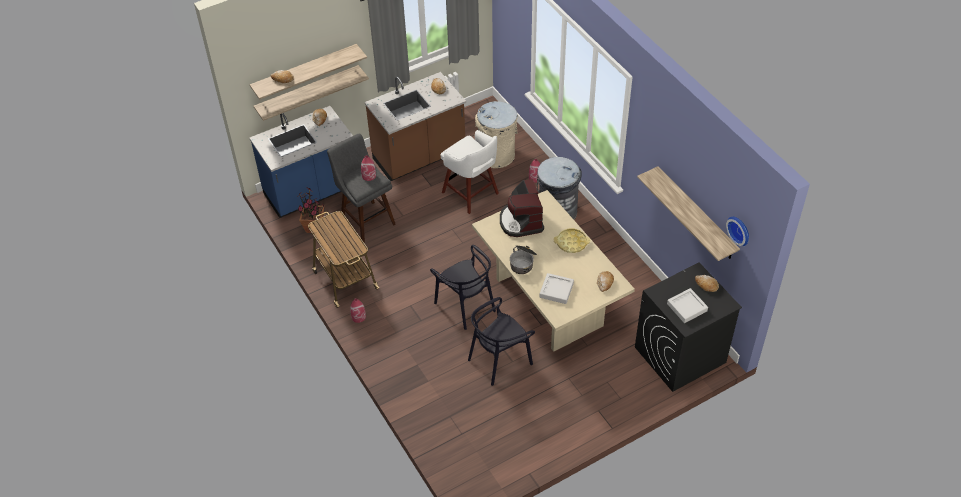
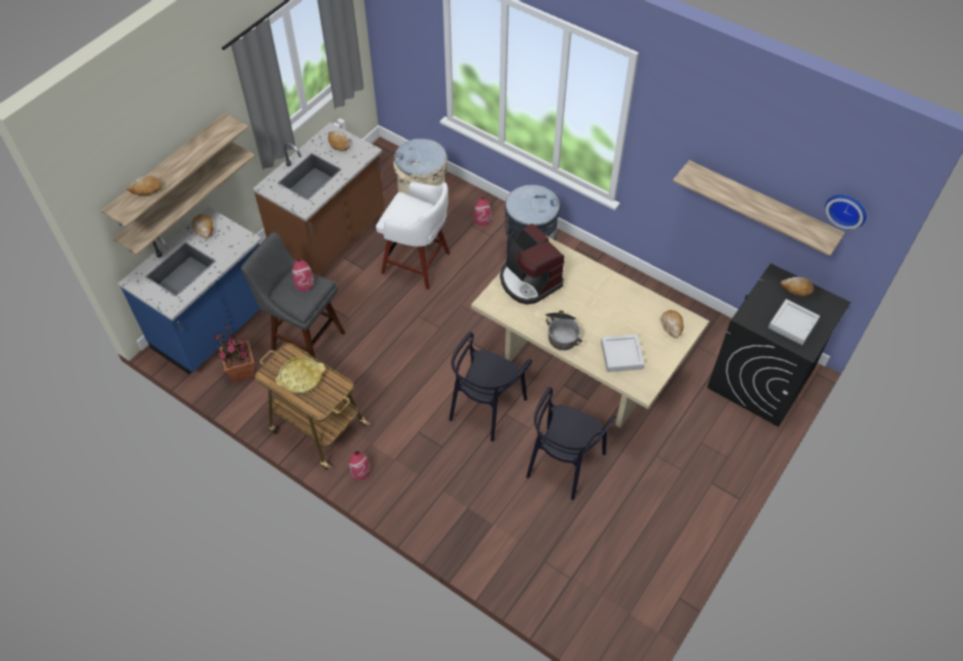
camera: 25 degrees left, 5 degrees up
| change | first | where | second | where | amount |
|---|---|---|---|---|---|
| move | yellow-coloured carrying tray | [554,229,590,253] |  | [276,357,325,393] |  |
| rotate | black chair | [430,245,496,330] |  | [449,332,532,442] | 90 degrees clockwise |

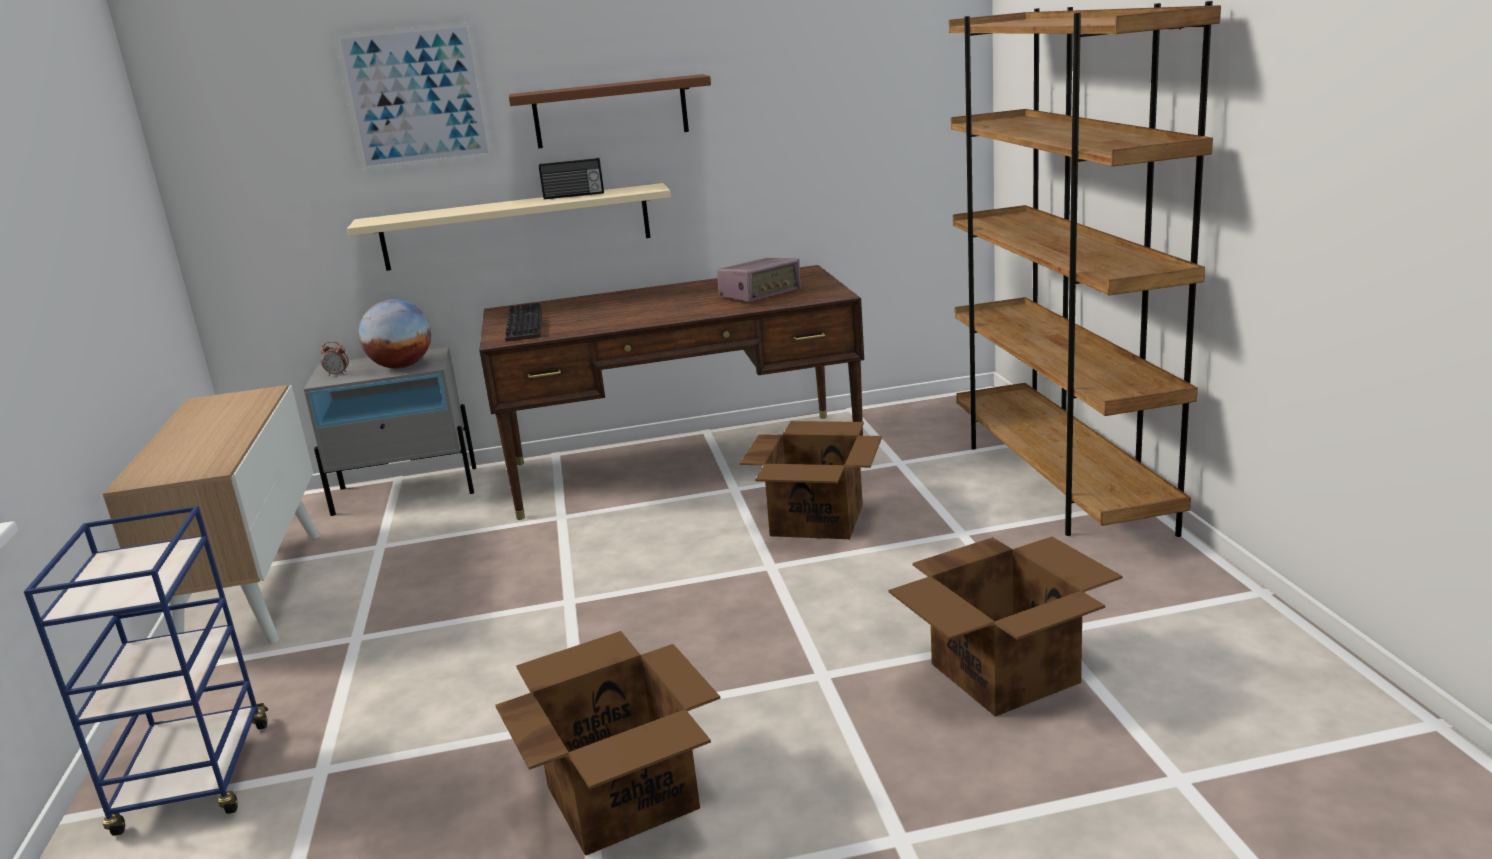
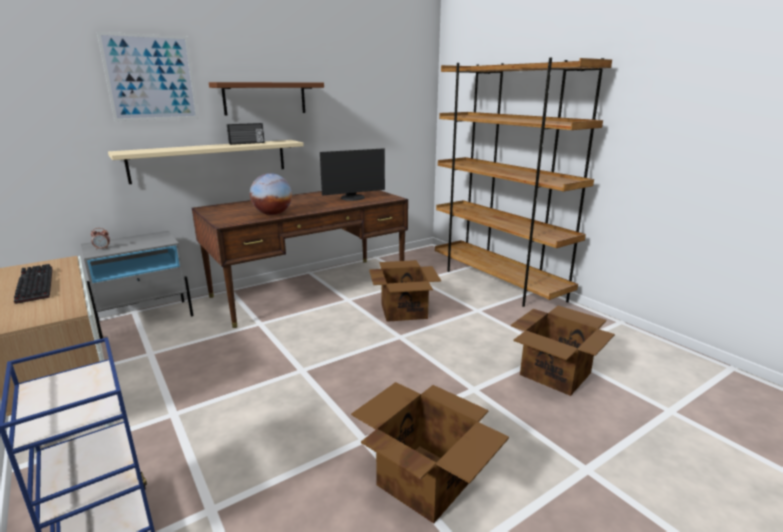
camera: 25 degrees left, 0 degrees up
| change | first | where | second | where | amount |
|---|---|---|---|---|---|
| move | PC keyboard | [505,303,542,342] |  | [14,264,53,304] |  |
| move | desk globe | [359,299,431,369] |  | [250,173,292,215] |  |
| replace | radio | [717,258,800,302] | computer screen | [320,148,385,201] |  |

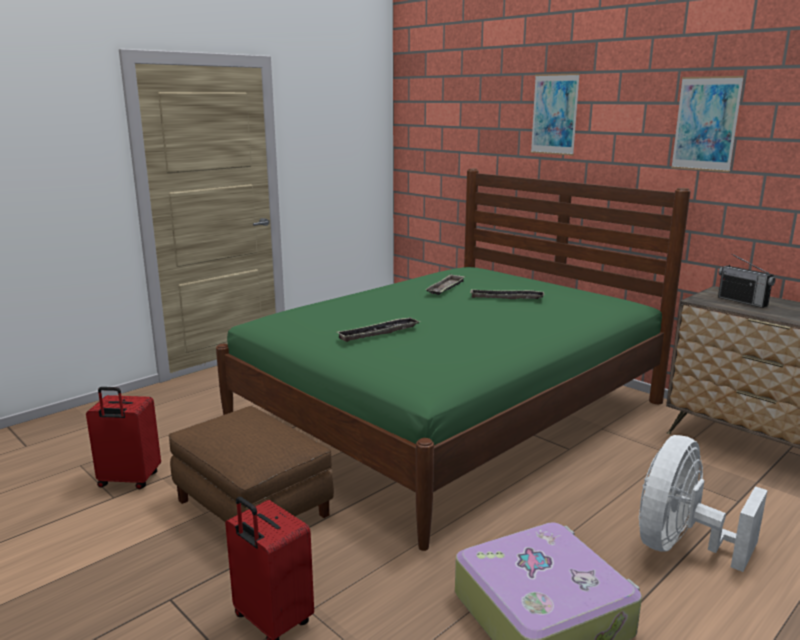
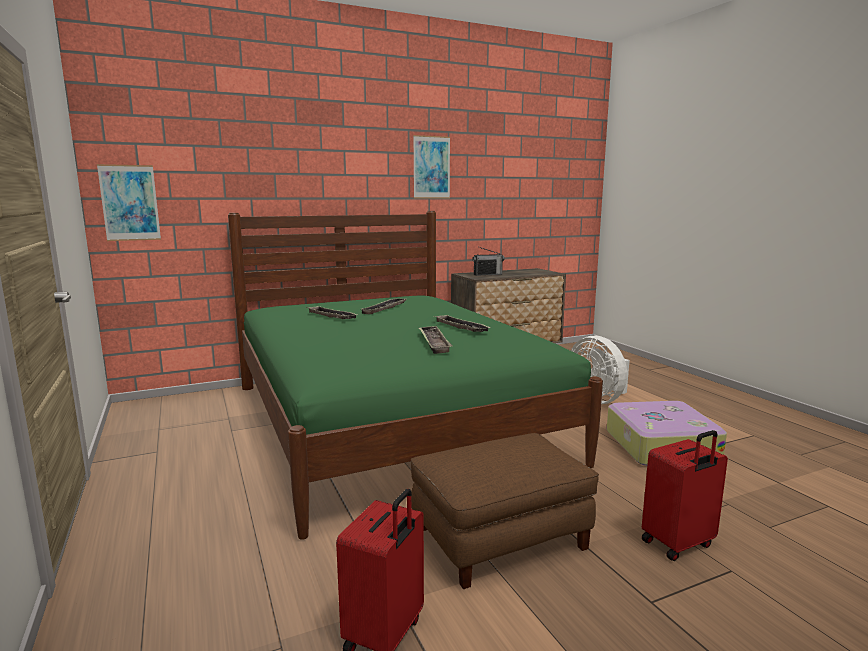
camera: 70 degrees left, 5 degrees down
| change | first | where | second | where | amount |
|---|---|---|---|---|---|
| move | picture | [531,73,580,156] |  | [97,164,161,241] |  |
| insert |  |  | carrying tray | [434,315,491,332] |  |

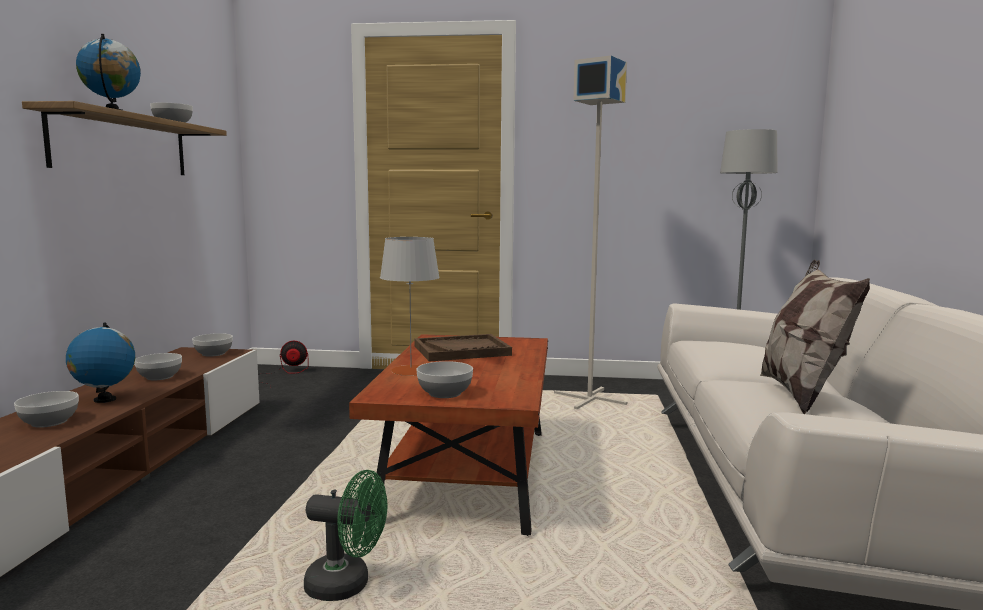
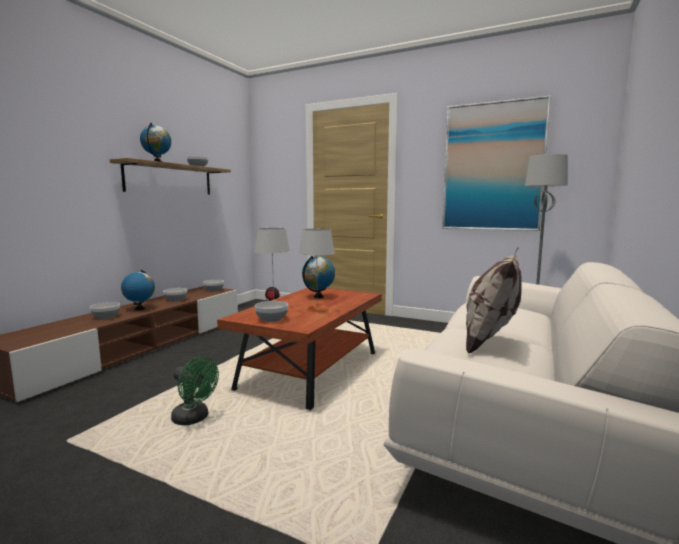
camera: 20 degrees right, 0 degrees up
| change | first | where | second | where | amount |
|---|---|---|---|---|---|
| insert |  |  | greyish tabletop lamp | [299,229,335,312] |  |
| replace | brown carrying tray | [414,334,512,362] | desk globe | [302,256,335,298] |  |
| insert |  |  | picture | [442,96,551,231] |  |
| delete | greyish standing lamp | [554,56,627,409] |  |  |  |

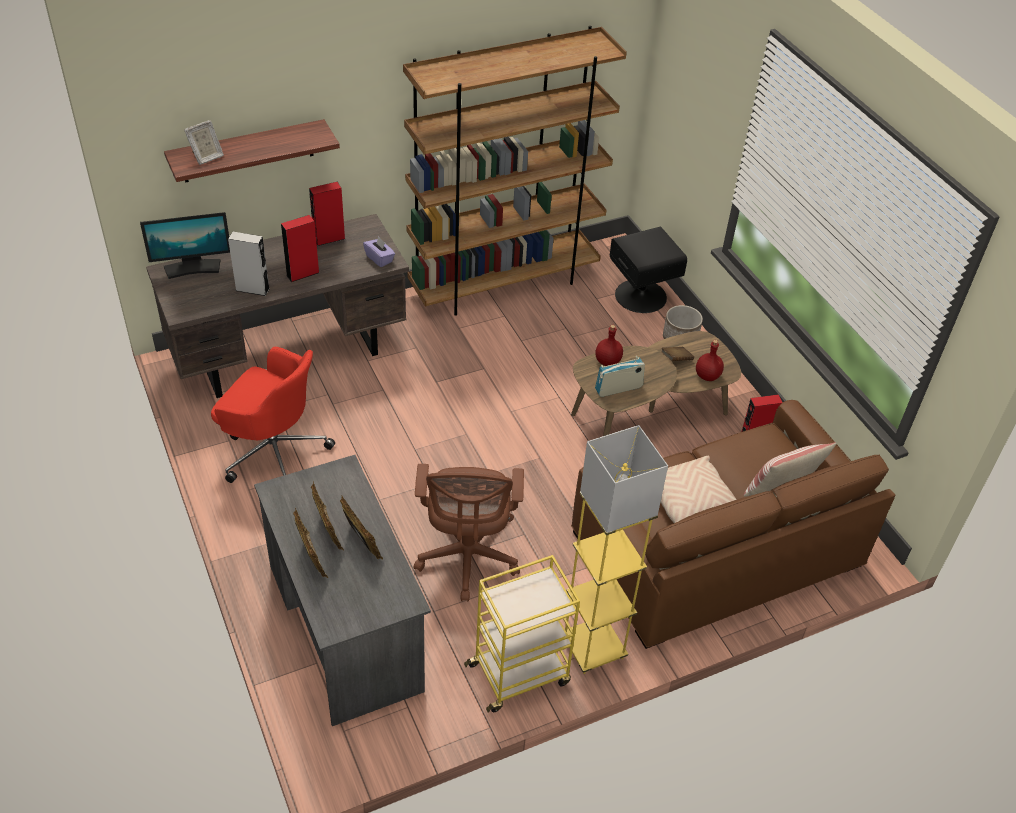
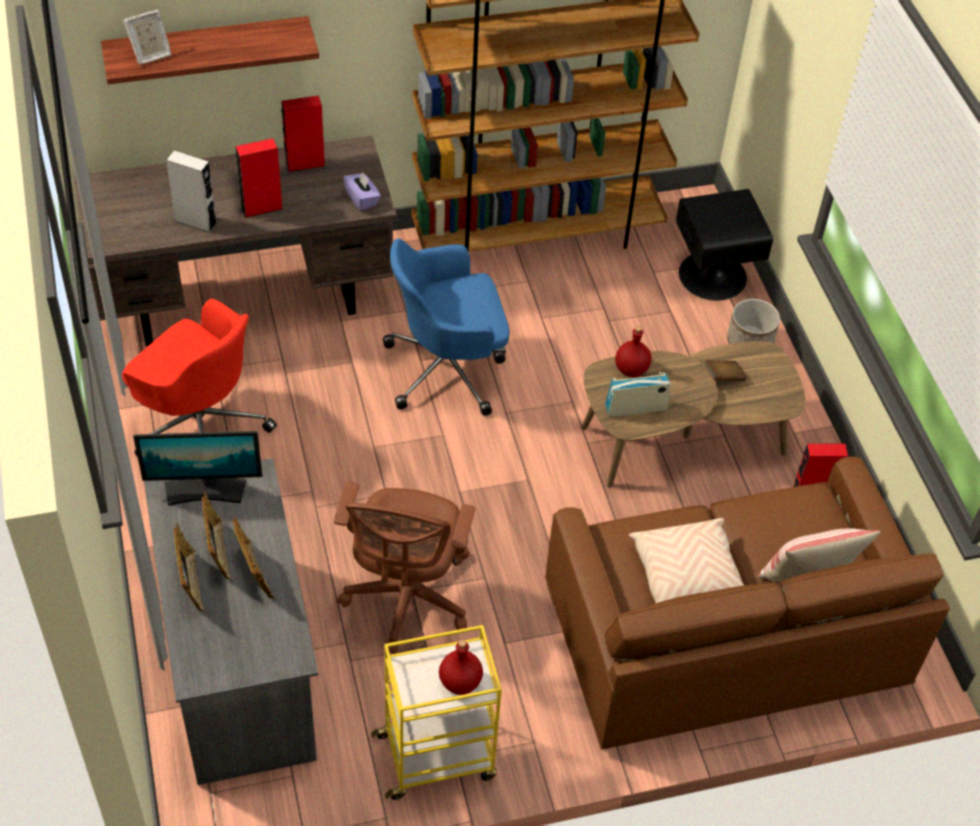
camera: 10 degrees right, 5 degrees up
| change | first | where | second | where | amount |
|---|---|---|---|---|---|
| move | computer screen | [140,212,230,279] |  | [133,431,262,506] |  |
| insert |  |  | blue office chair | [383,239,510,416] |  |
| move | reddish beverage bottle | [696,340,724,381] |  | [439,640,483,695] |  |
| delete | yellow-coloured standing lamp | [565,425,668,674] |  |  |  |

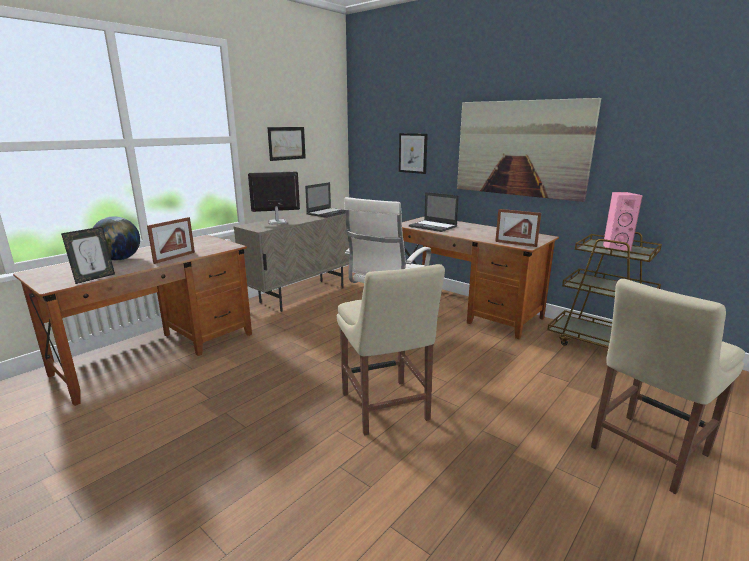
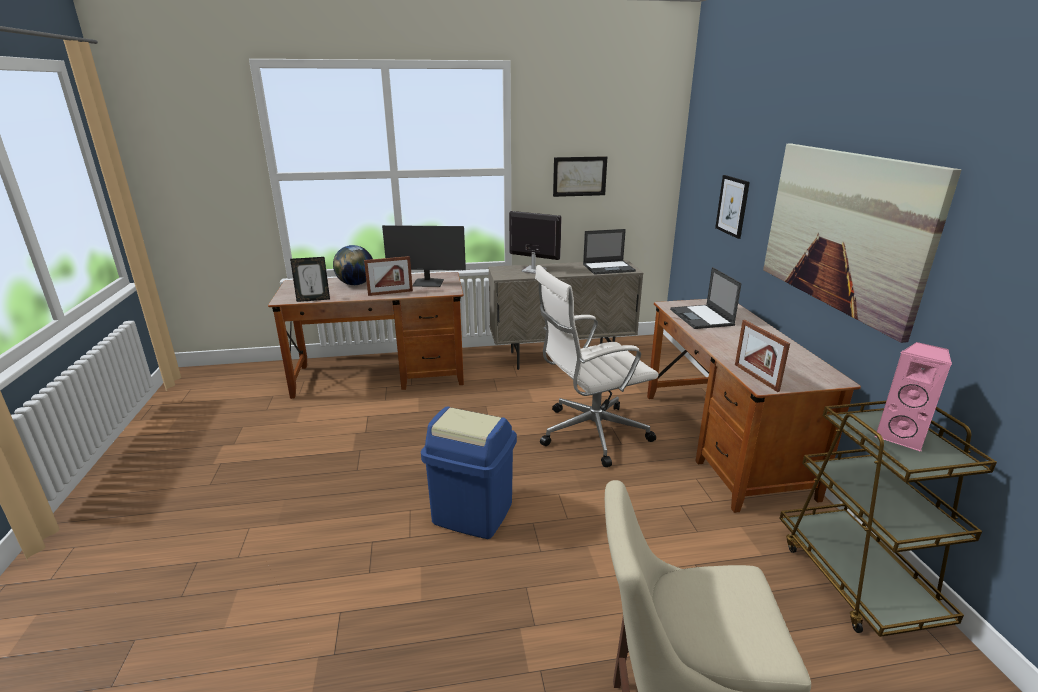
camera: 40 degrees right, 5 degrees up
| change | first | where | second | where | amount |
|---|---|---|---|---|---|
| insert |  |  | computer screen | [382,225,466,287] |  |
| replace | sand-coloured chair | [337,264,445,436] | blue trash can | [421,407,517,539] |  |

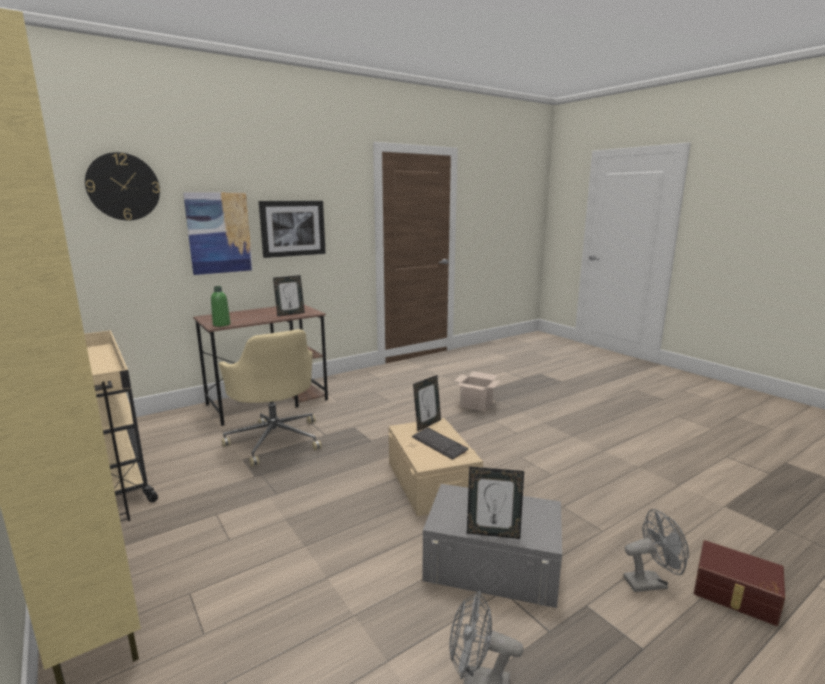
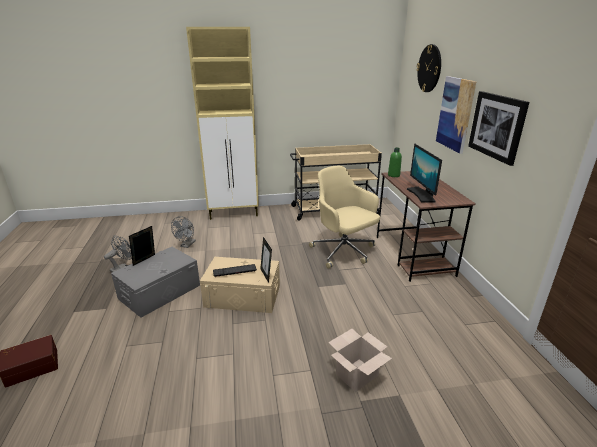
camera: 115 degrees right, 10 degrees up
| change | first | where | second | where | amount |
|---|---|---|---|---|---|
| move | greyish electric fan | [623,509,689,592] |  | [171,216,196,248] |  |
| rotate | sand-coloured office chair | [218,329,322,467] |  | [309,166,380,269] | 60 degrees clockwise |
| replace | picture frame | [273,275,305,316] | computer screen | [407,144,442,203] |  |

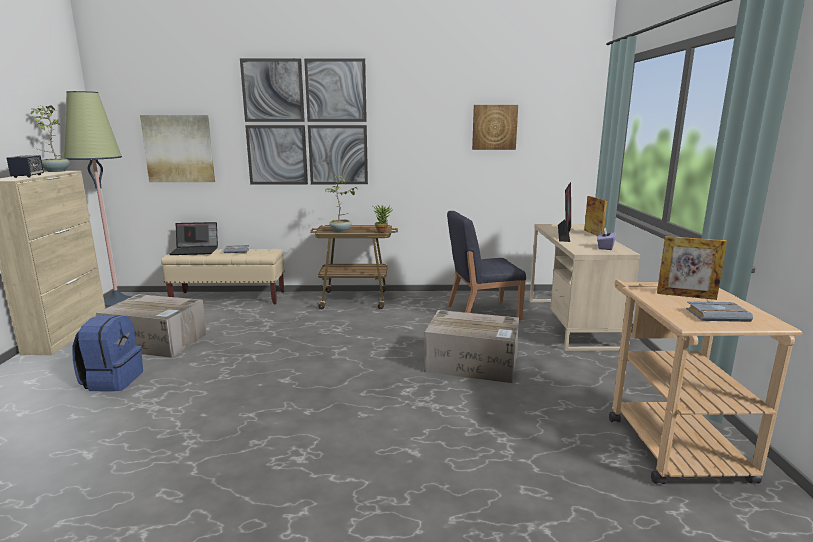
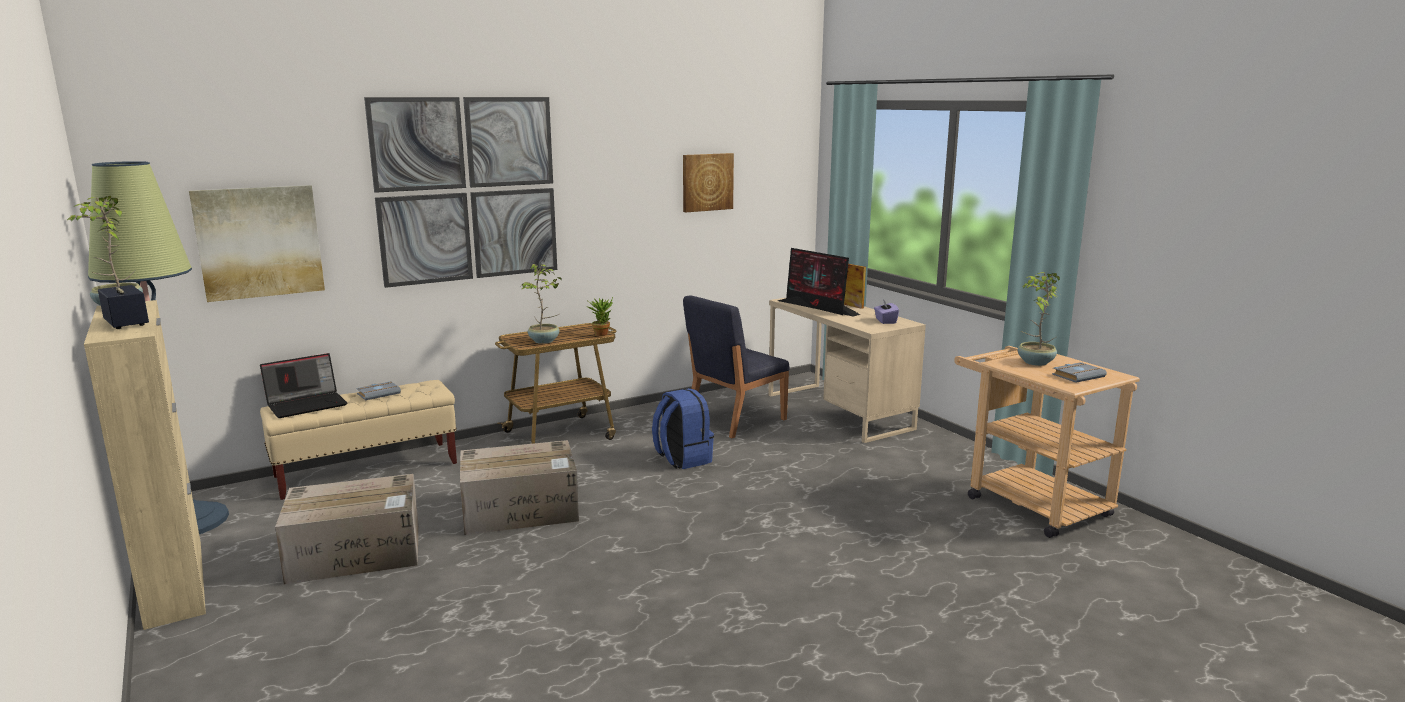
camera: 30 degrees left, 0 degrees up
| change | first | where | second | where | amount |
|---|---|---|---|---|---|
| move | packing box | [424,310,519,383] |  | [460,440,579,535] |  |
| move | blue knapsack | [72,315,143,392] |  | [652,388,714,469] |  |
| rotate | computer screen | [558,182,571,242] |  | [778,248,861,317] | 150 degrees clockwise |
| replace | picture frame | [657,236,727,300] | houseplant | [1018,272,1060,366] |  |

